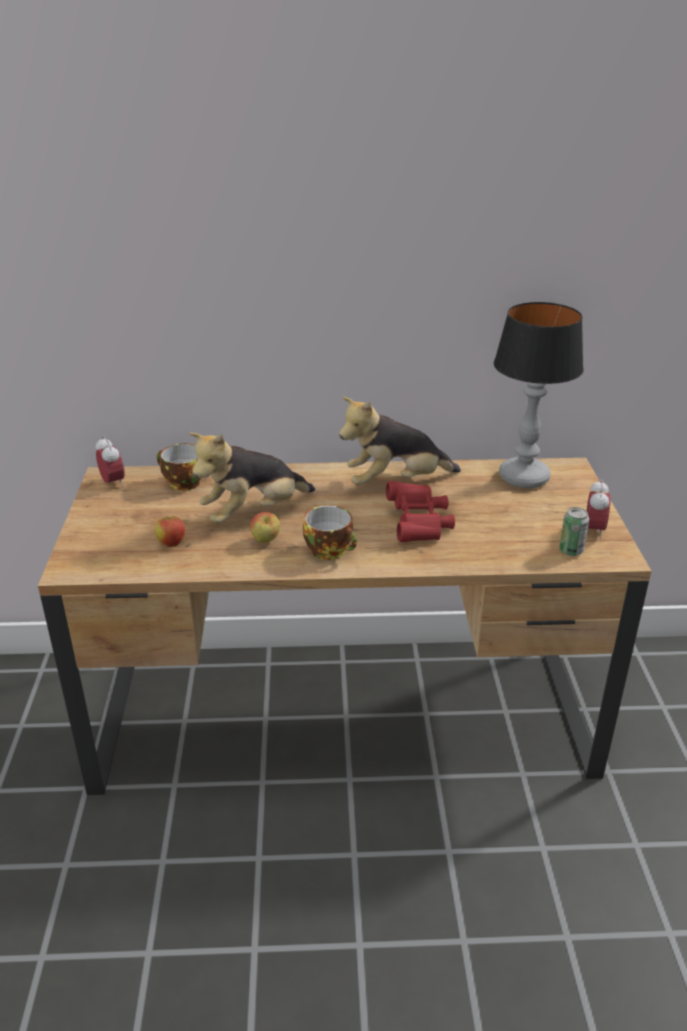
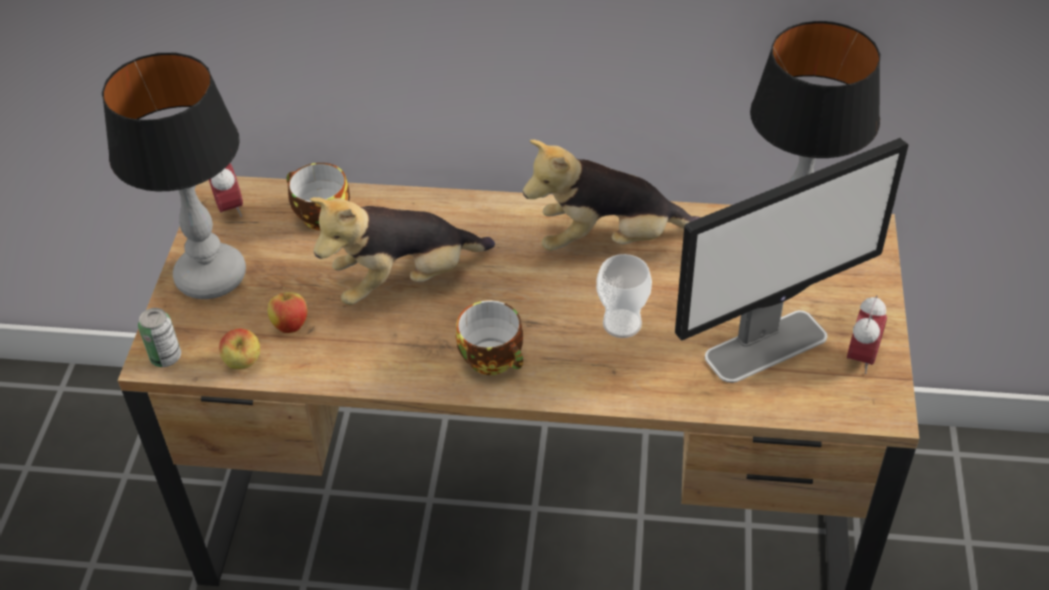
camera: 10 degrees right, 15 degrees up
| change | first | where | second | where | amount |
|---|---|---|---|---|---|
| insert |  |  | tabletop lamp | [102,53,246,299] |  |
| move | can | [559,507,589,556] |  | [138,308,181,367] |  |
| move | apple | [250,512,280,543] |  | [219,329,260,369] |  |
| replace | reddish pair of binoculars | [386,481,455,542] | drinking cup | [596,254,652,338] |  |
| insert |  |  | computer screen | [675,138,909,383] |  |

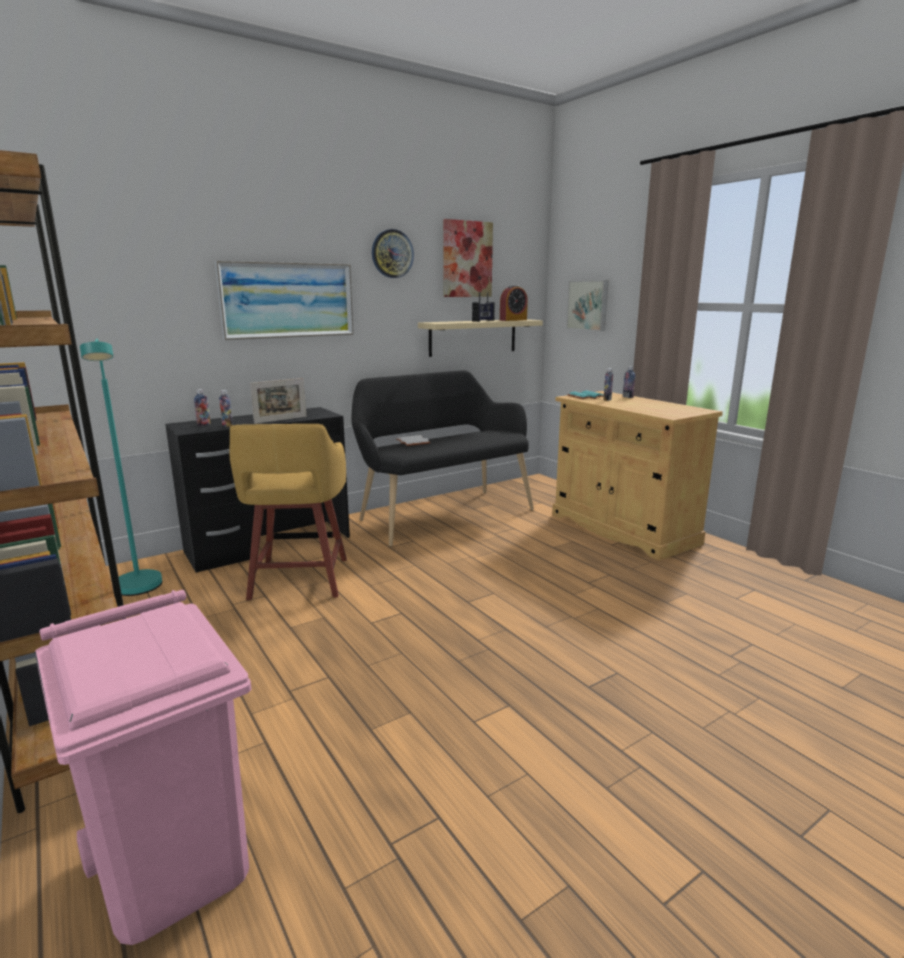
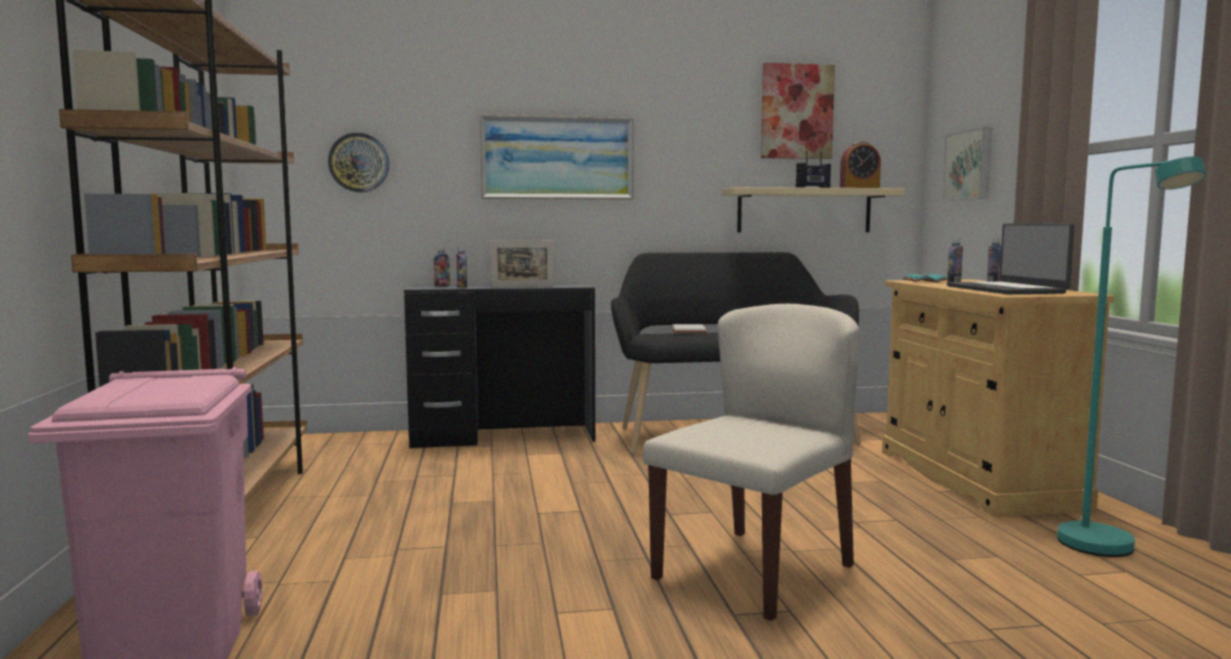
camera: 25 degrees right, 10 degrees down
| change | first | where | second | where | amount |
|---|---|---|---|---|---|
| move | hanging clock | [372,229,414,278] |  | [328,133,389,192] |  |
| insert |  |  | sand-coloured chair | [643,304,859,621] |  |
| insert |  |  | notebook computer | [947,223,1075,294] |  |
| move | turquoise standing lamp | [80,339,162,596] |  | [1057,157,1206,557] |  |
| delete | yellow-coloured stool seat | [229,424,347,600] |  |  |  |

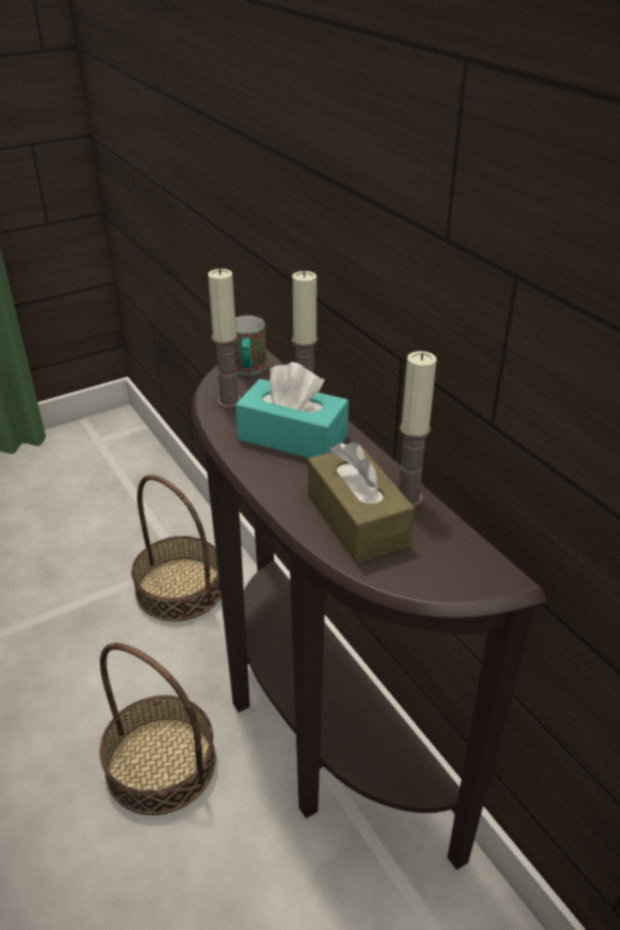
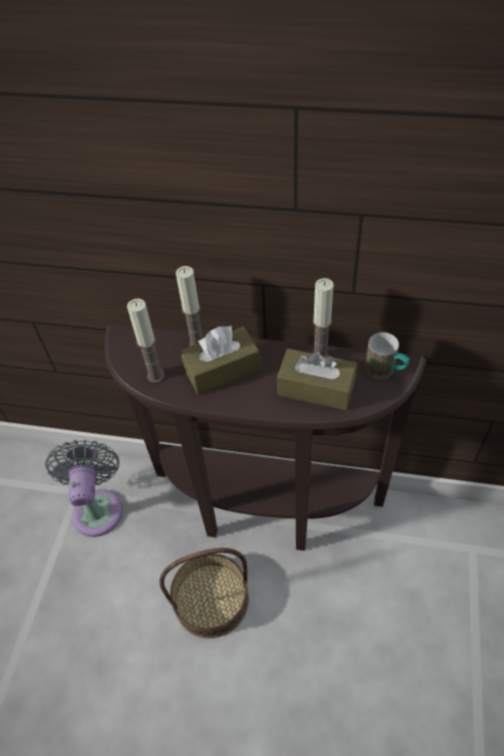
camera: 45 degrees left, 15 degrees up
| change | first | where | second | where | amount |
|---|---|---|---|---|---|
| replace | storage basket | [131,475,221,621] | greyish electric fan | [45,440,123,537] |  |
| recolor | turquoise box of tissues | [236,362,349,458] | brown box of tissues | [180,326,260,394] |  |
| move | tea mug | [234,315,267,375] |  | [365,332,409,379] |  |

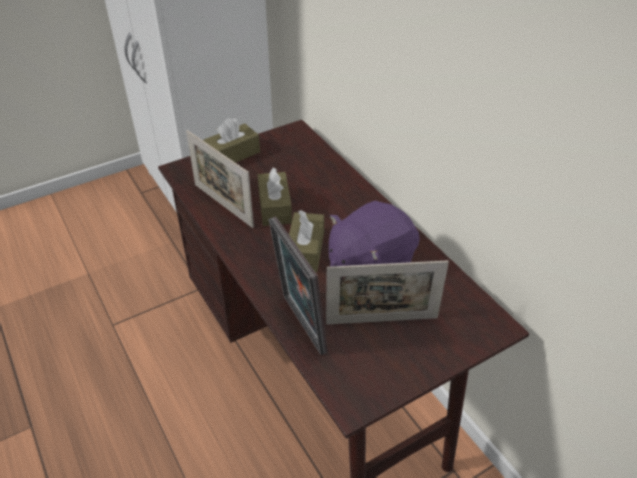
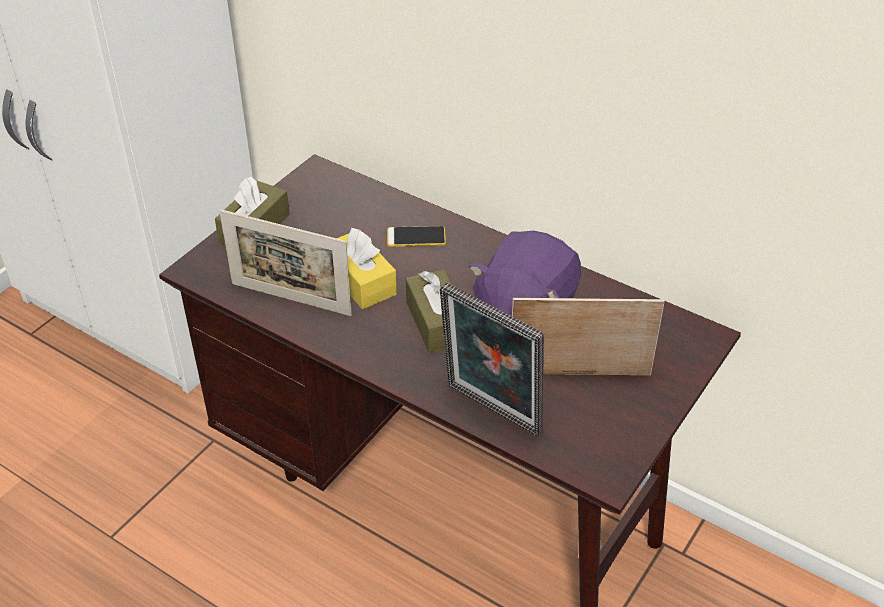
camera: 25 degrees left, 0 degrees up
| change | first | where | second | where | amount |
|---|---|---|---|---|---|
| recolor | brown box of tissues | [257,168,292,226] | yellow-coloured box of tissues | [337,228,397,309] |  |
| insert |  |  | handset | [387,226,446,247] |  |
| rotate | picture frame | [326,260,449,324] |  | [512,298,665,375] | 150 degrees counterclockwise |

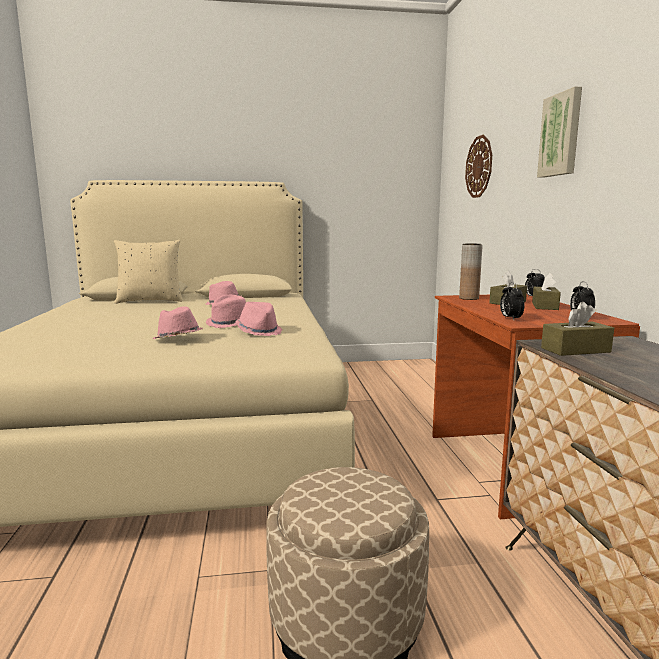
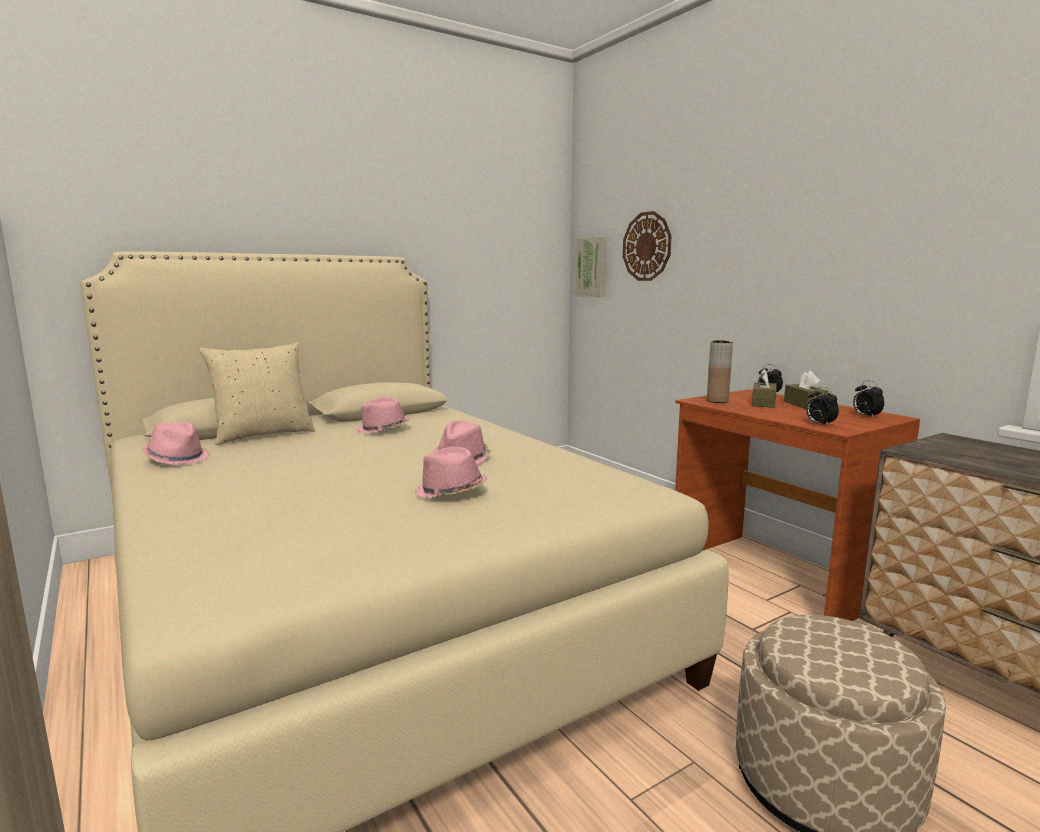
camera: 25 degrees left, 0 degrees up
| change | first | where | second | where | amount |
|---|---|---|---|---|---|
| move | pinkish clothing hat | [235,302,282,336] |  | [142,422,210,465] |  |
| move | picture | [537,87,582,178] |  | [576,237,606,297] |  |
| delete | brown box of tissues | [541,302,614,356] |  |  |  |

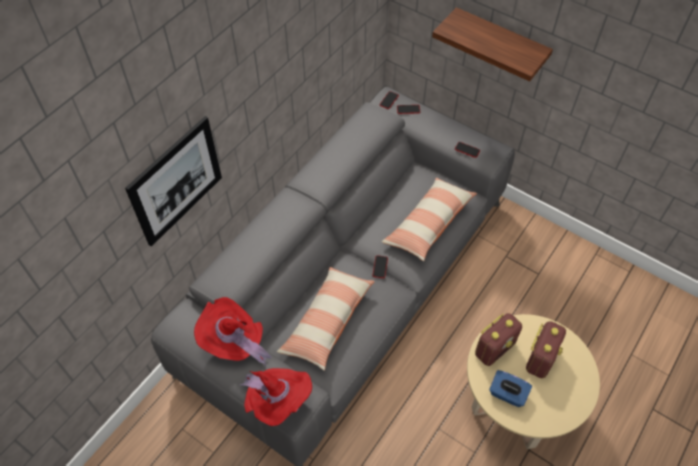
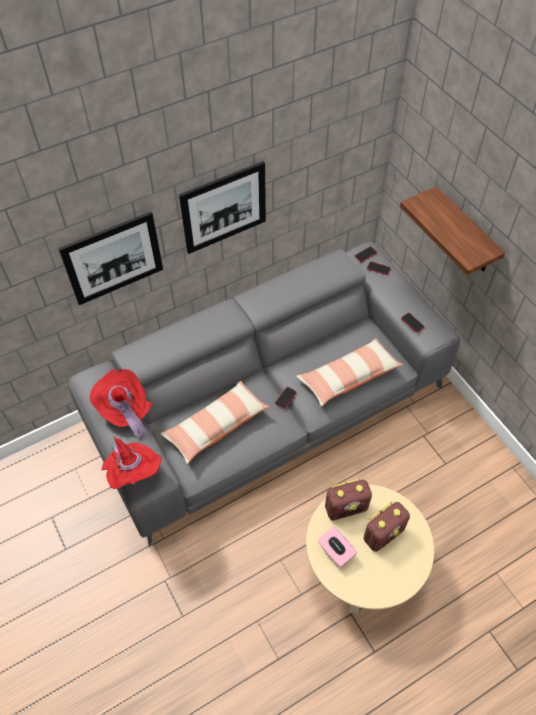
camera: 25 degrees right, 0 degrees up
| change | first | where | second | where | amount |
|---|---|---|---|---|---|
| insert |  |  | picture | [179,161,266,254] |  |
| recolor | blue box of tissues | [489,370,532,407] | pinkish box of tissues | [318,526,357,567] |  |

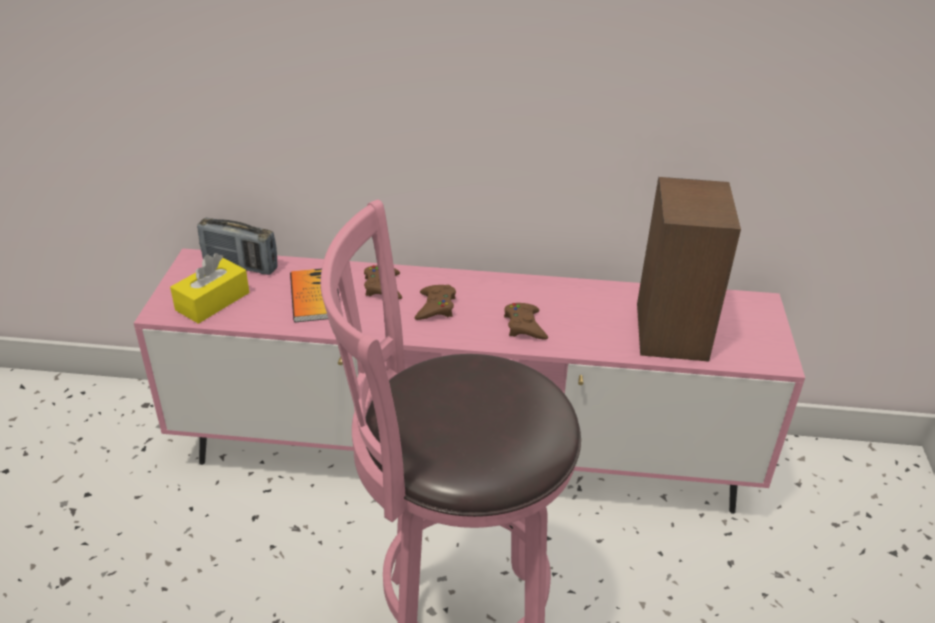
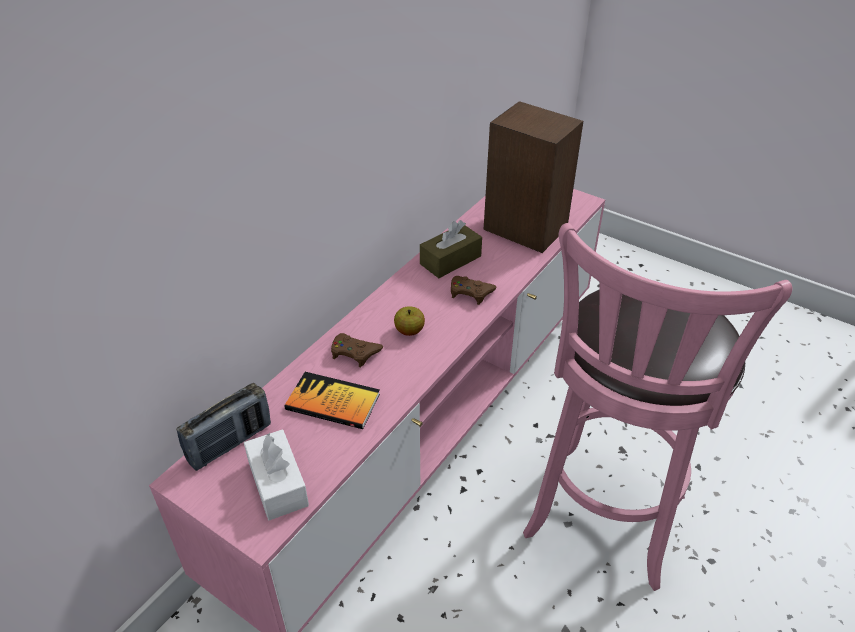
camera: 60 degrees left, 5 degrees up
| change | first | where | second | where | amount |
|---|---|---|---|---|---|
| recolor | yellow-coloured box of tissues | [170,253,249,324] | white box of tissues | [244,429,309,520] |  |
| replace | brown joypad | [414,285,456,320] | apple | [394,306,425,336] |  |
| insert |  |  | brown box of tissues | [420,220,482,278] |  |

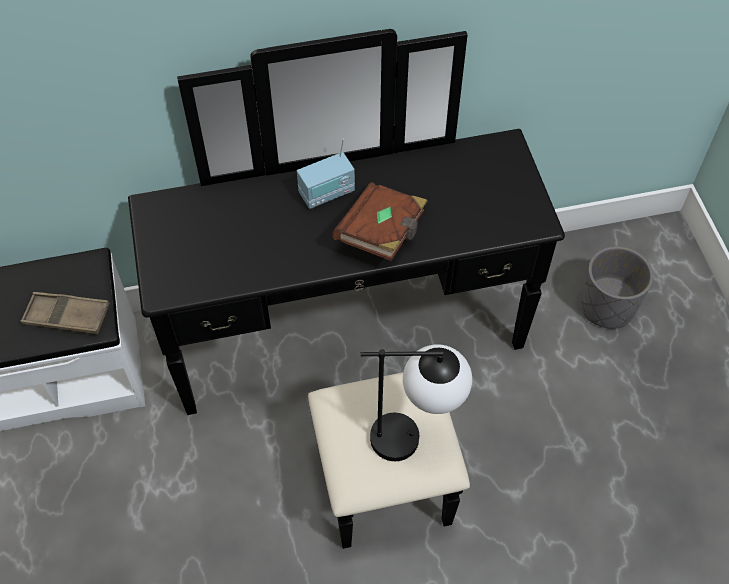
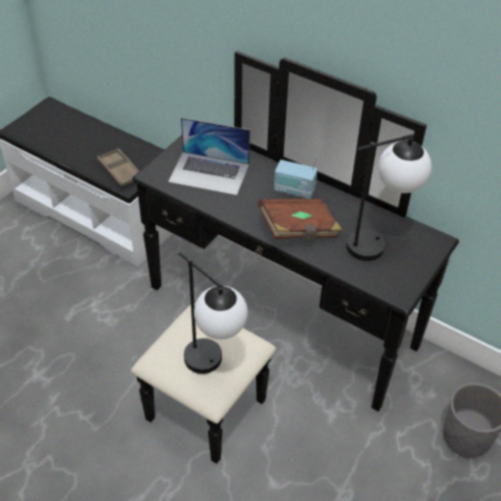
camera: 45 degrees right, 10 degrees down
| change | first | where | second | where | amount |
|---|---|---|---|---|---|
| insert |  |  | notebook computer | [168,118,250,195] |  |
| insert |  |  | tabletop lamp | [346,134,432,261] |  |

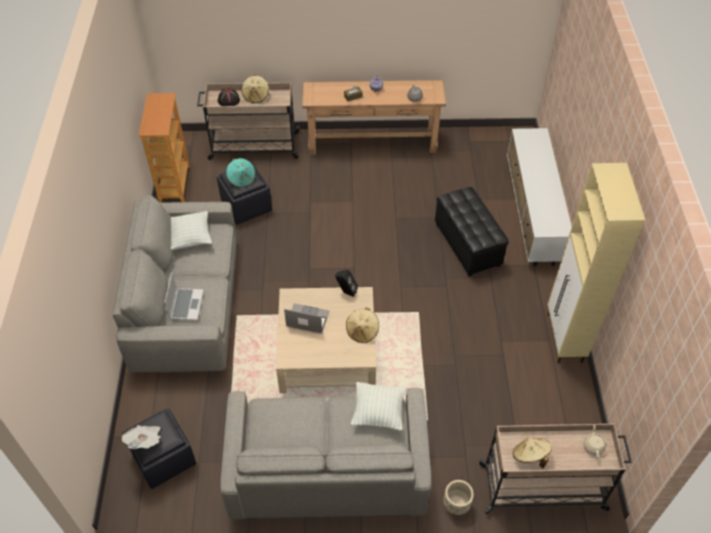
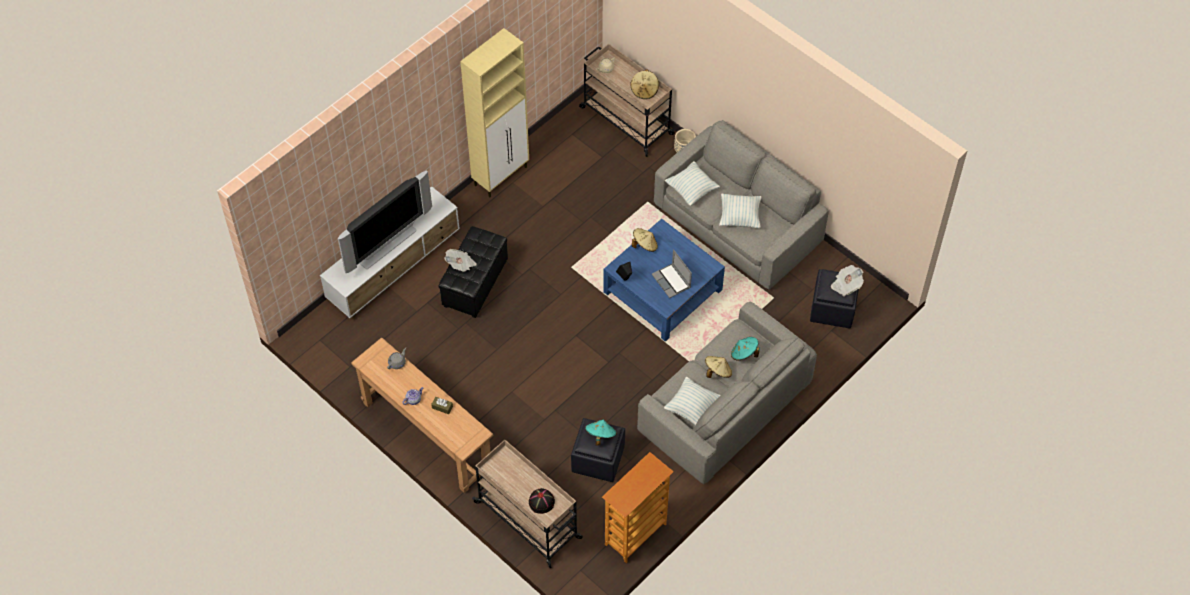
camera: 135 degrees left, 5 degrees up
| change | first | where | second | where | amount |
|---|---|---|---|---|---|
| insert |  |  | TV set | [338,170,432,273] |  |
| insert |  |  | printed paper | [444,249,477,272] |  |
| recolor | sand-coloured low table | [276,287,376,393] | blue low table | [603,219,725,342] |  |
| move | sand-coloured clothing hat | [241,75,269,103] |  | [705,356,732,378] |  |
| insert |  |  | throw pillow | [719,193,762,229] |  |
| replace | notebook computer | [165,272,204,320] | turquoise clothing hat | [731,337,760,360] |  |

